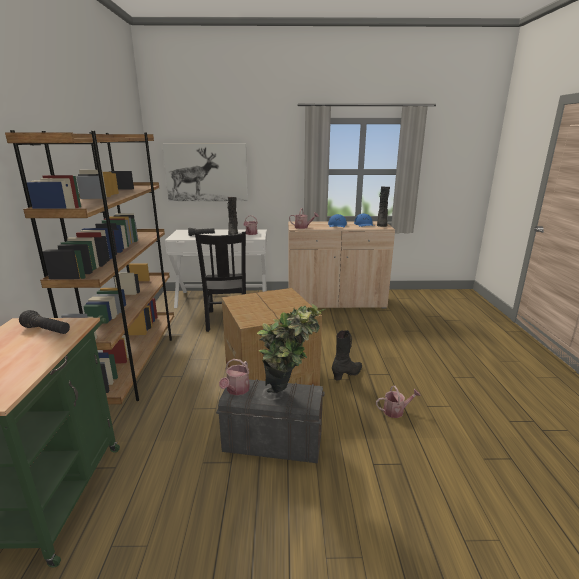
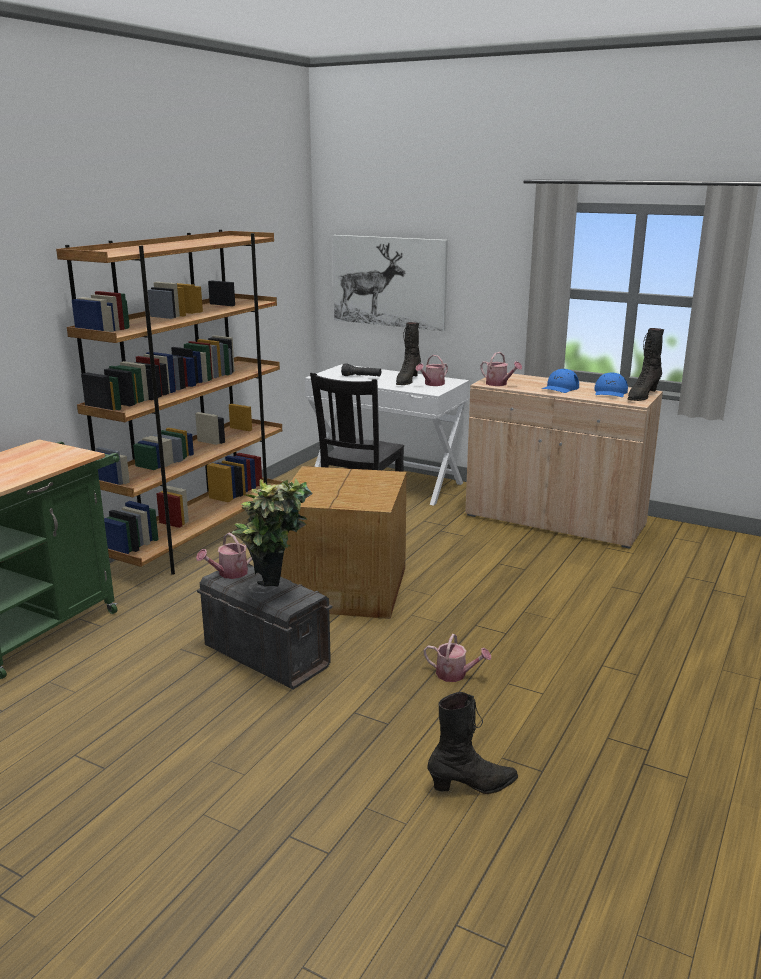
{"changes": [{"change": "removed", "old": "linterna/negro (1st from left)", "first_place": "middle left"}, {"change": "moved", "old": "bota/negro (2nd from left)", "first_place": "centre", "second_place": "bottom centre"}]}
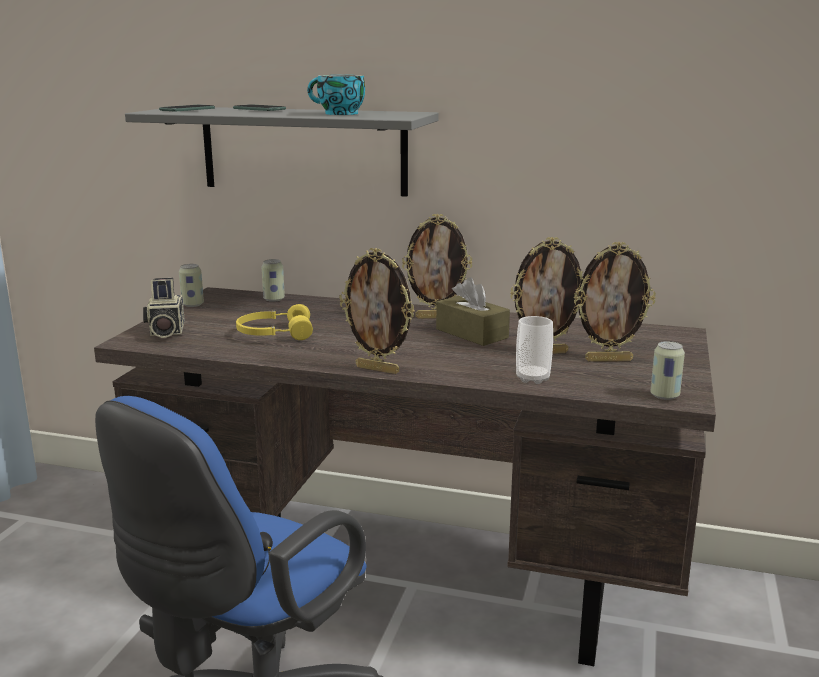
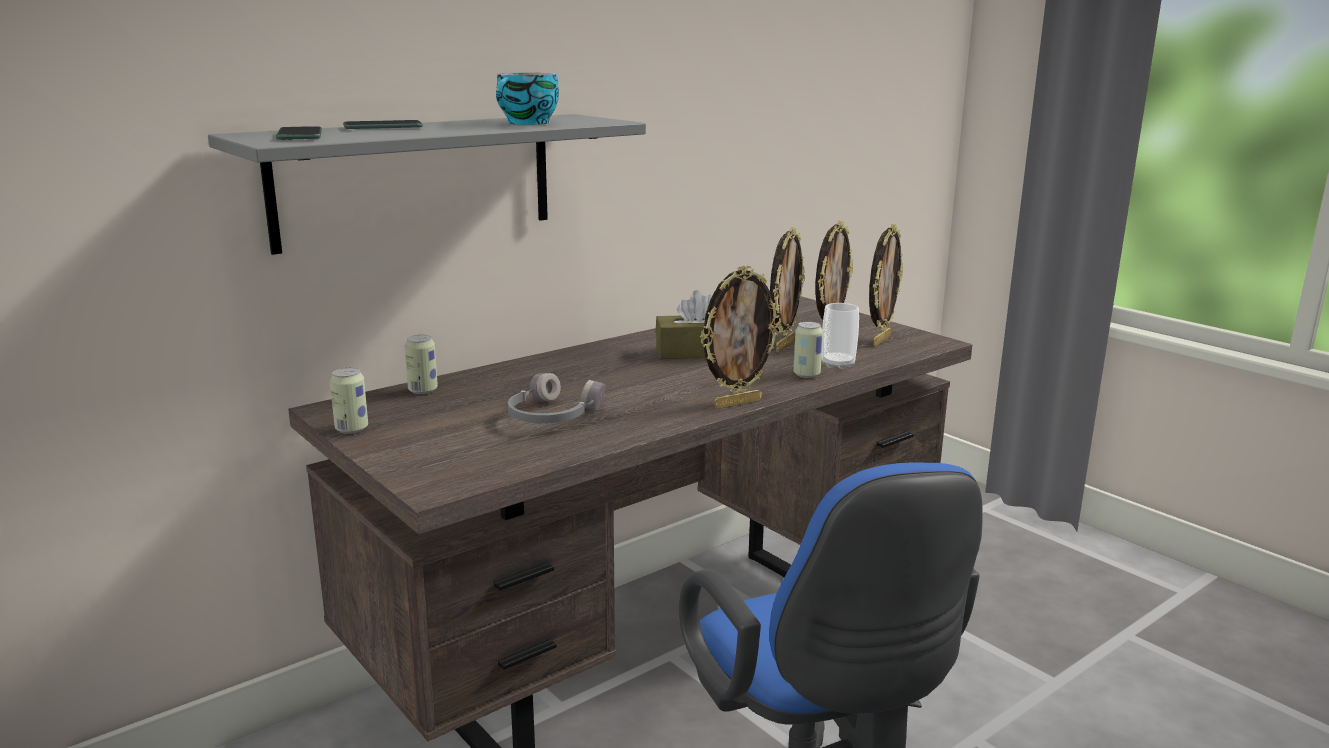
{"changes": [{"change": "moved", "old": "portarretratos (2nd from left in the first image)", "new": "portarretratos (4th from left)", "first_place": "centre", "second_place": "middle right"}, {"change": "removed", "old": "cámara", "first_place": "middle left"}, {"change": "recoloured", "old": "auriculares/amarillo", "new": "auriculares/gris", "first_place": "centre", "second_place": "centre"}, {"change": "moved", "old": "lata (3rd from left)", "first_place": "middle right", "second_place": "centre"}]}
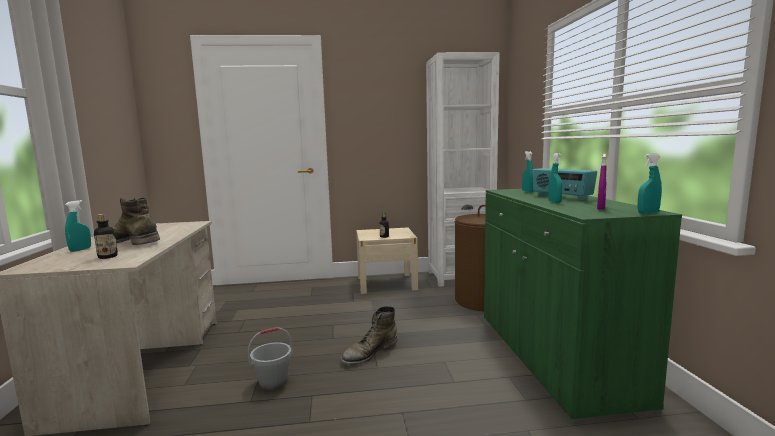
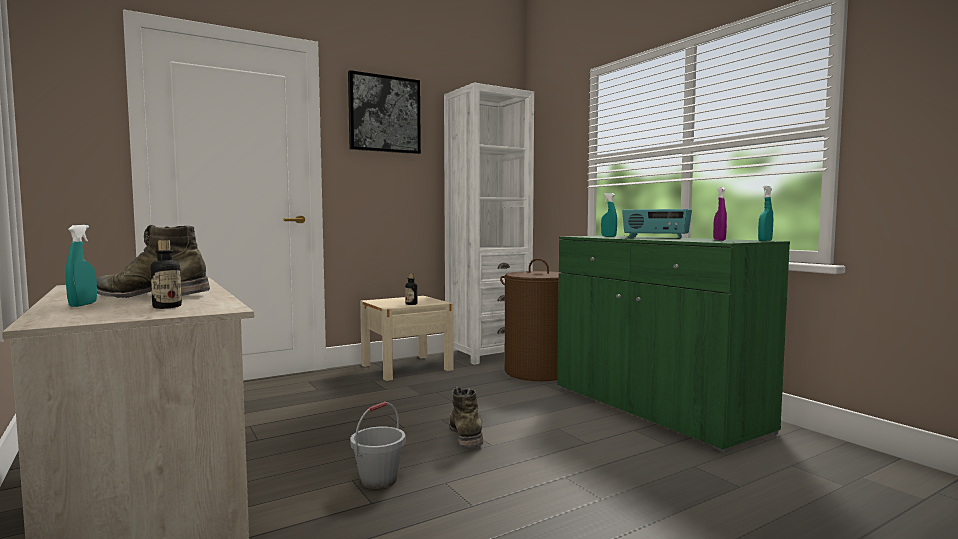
{"changes": [{"change": "removed", "old": "pulverizador/turquesa (3rd from left)", "first_place": "middle right"}, {"change": "turned", "old": "bota/verde (2nd from left)", "first_place": "bottom centre", "second_place": "bottom centre", "degrees": 150}, {"change": "added", "new": "cuadro", "second_place": "top centre"}]}
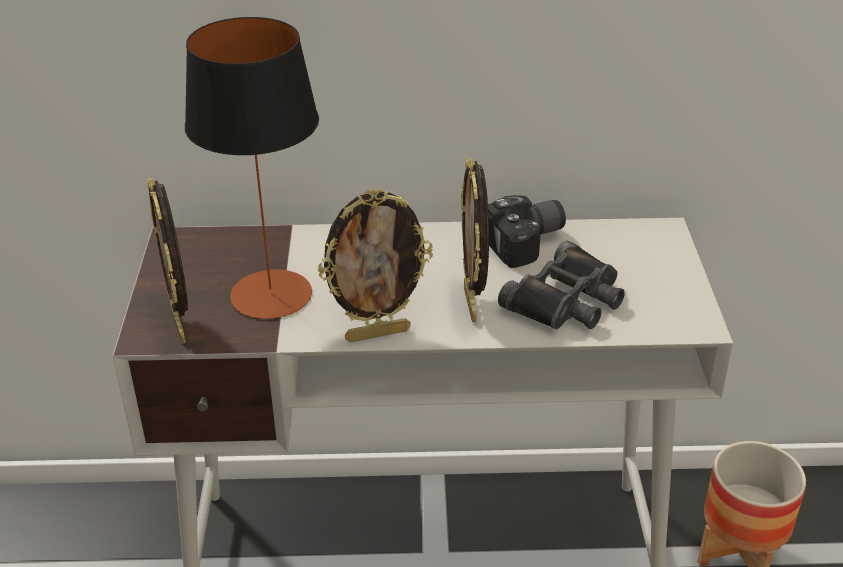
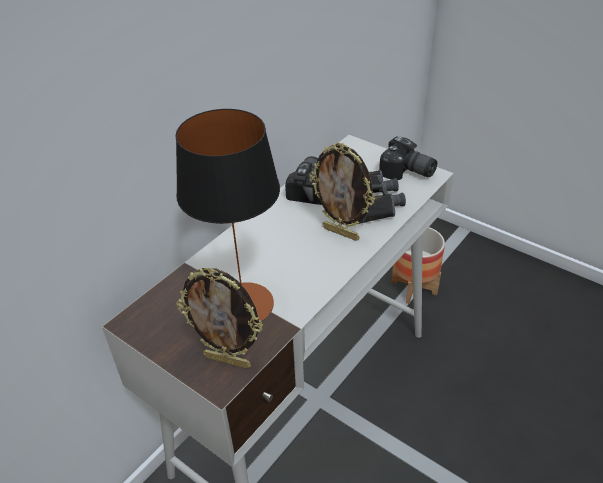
{"changes": [{"change": "removed", "old": "portarretratos (2nd from left)", "first_place": "centre"}, {"change": "added", "new": "cámara (2nd from left)", "second_place": "top right"}]}
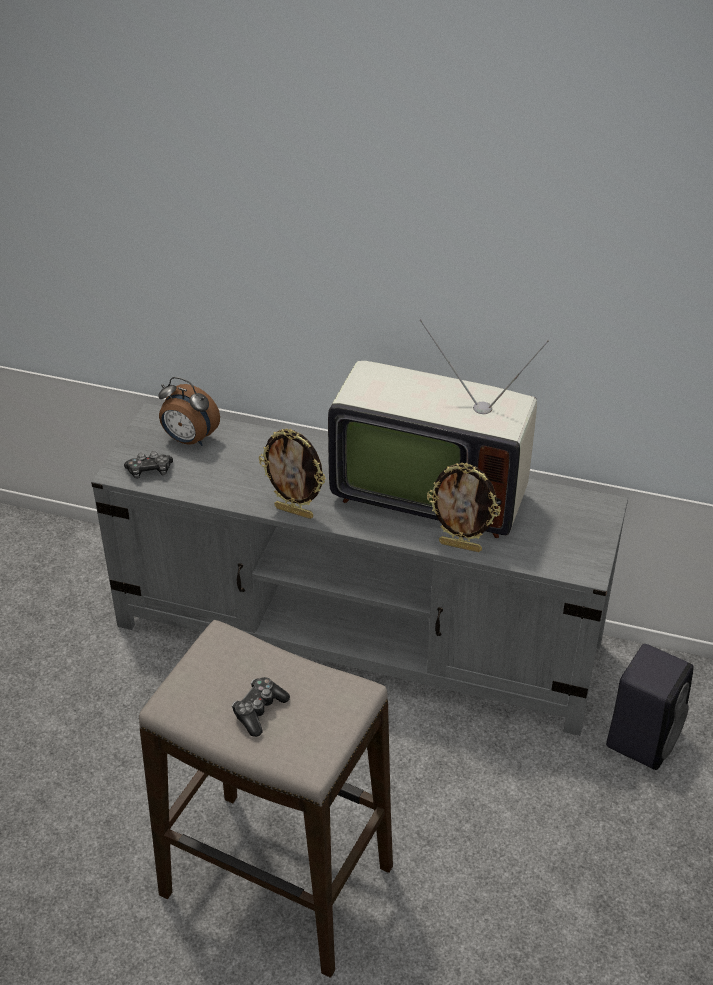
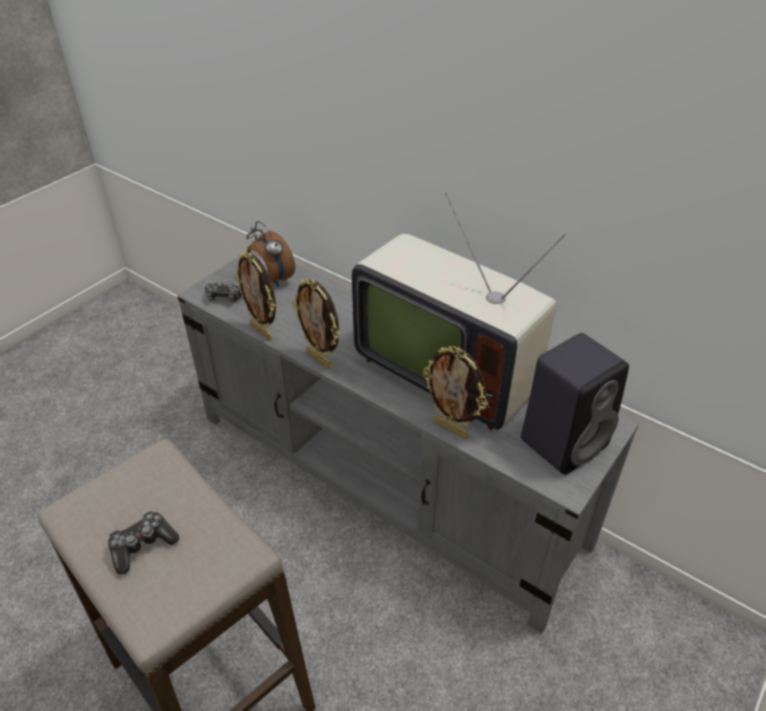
{"changes": [{"change": "moved", "old": "altavoz/negro", "first_place": "bottom right", "second_place": "middle right"}, {"change": "added", "new": "portarretratos (1st from left)", "second_place": "middle left"}]}
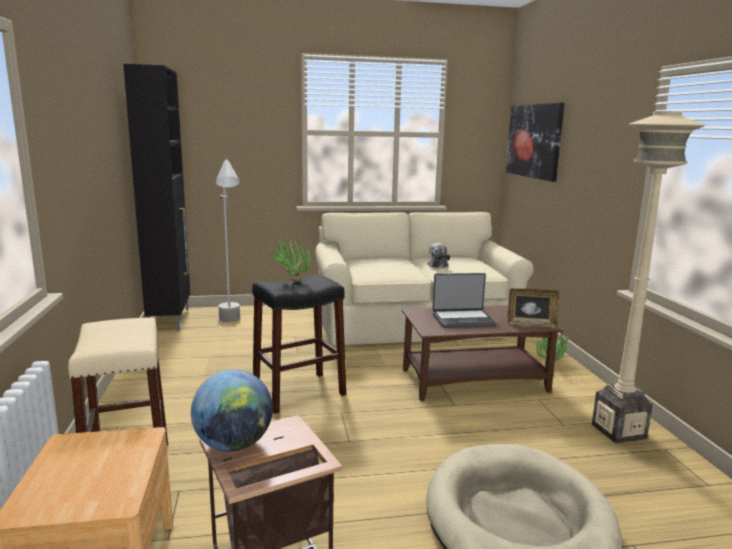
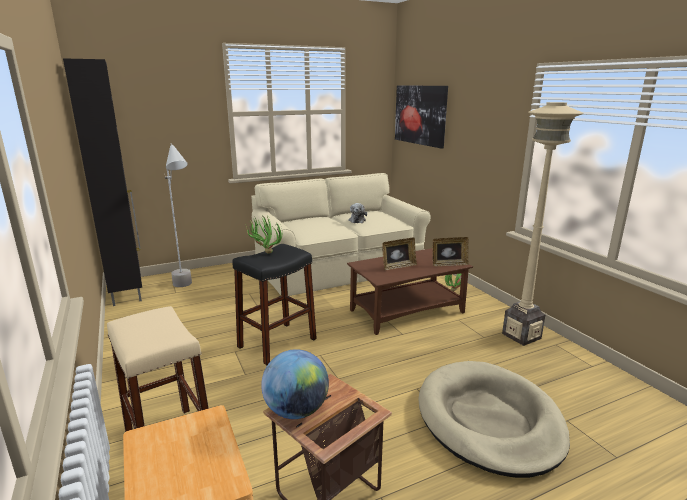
{"changes": [{"change": "replaced", "old": "portátil", "new": "portarretratos (1st from left)", "first_place": "centre", "second_place": "centre"}]}
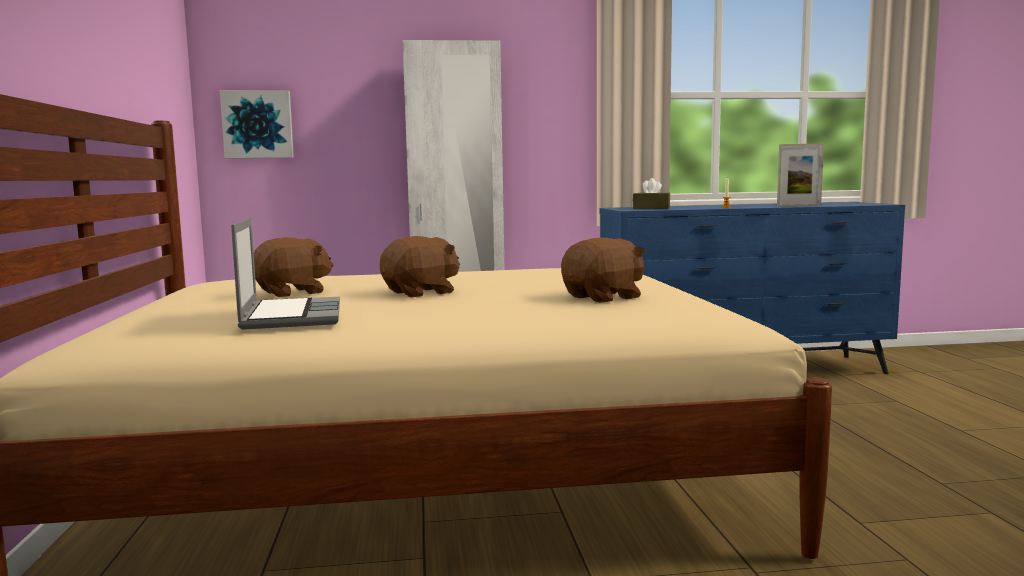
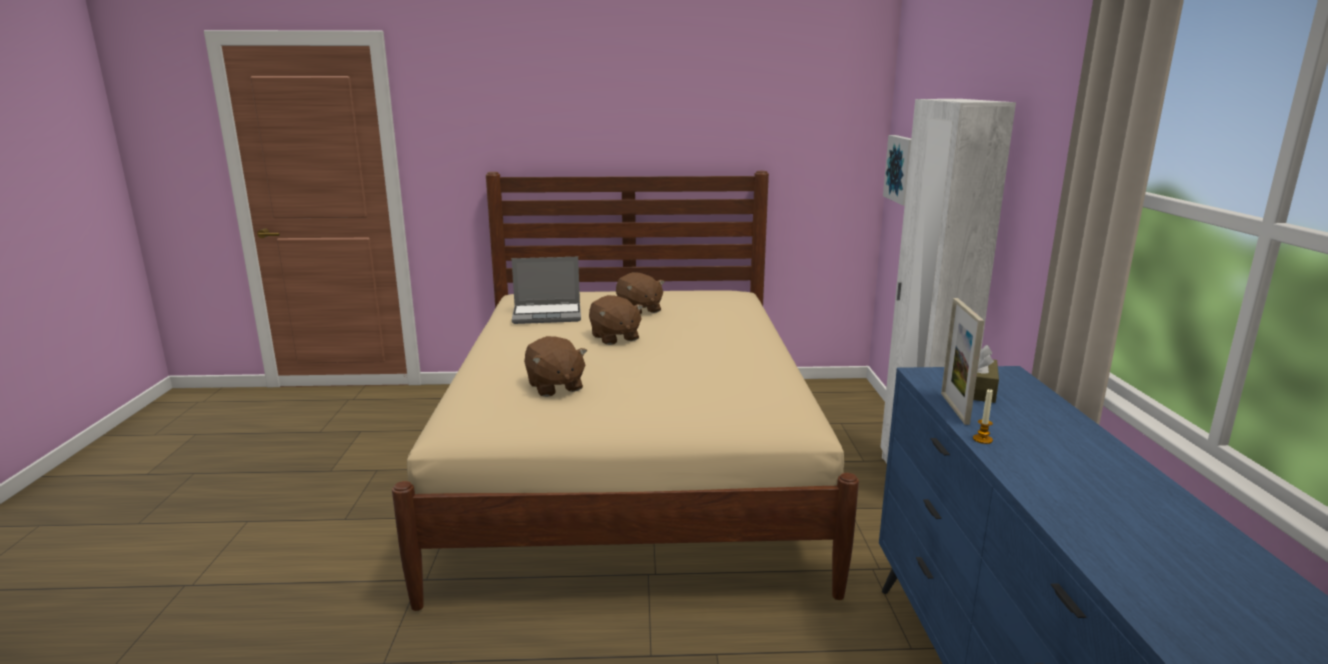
{"changes": [{"change": "moved", "old": "portarretratos", "first_place": "top right", "second_place": "middle right"}]}
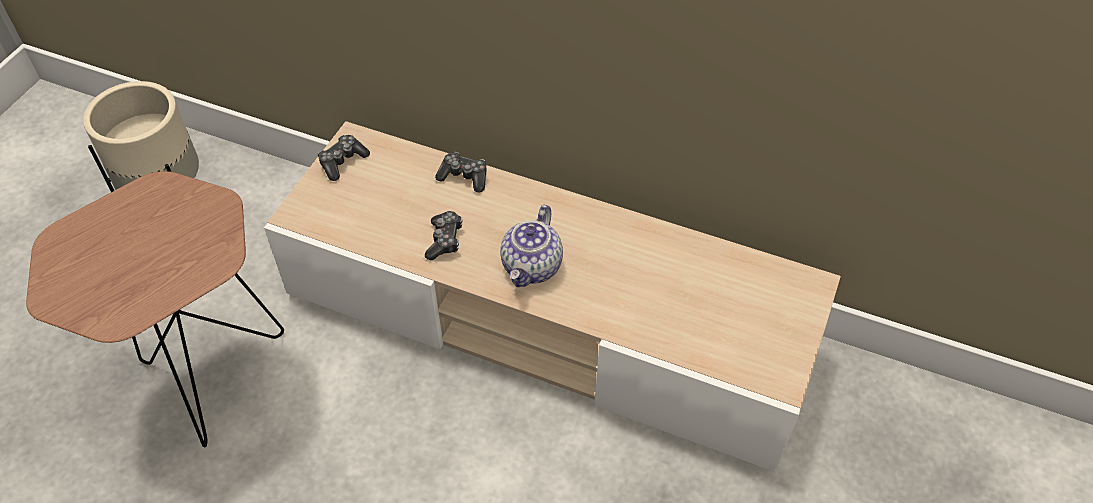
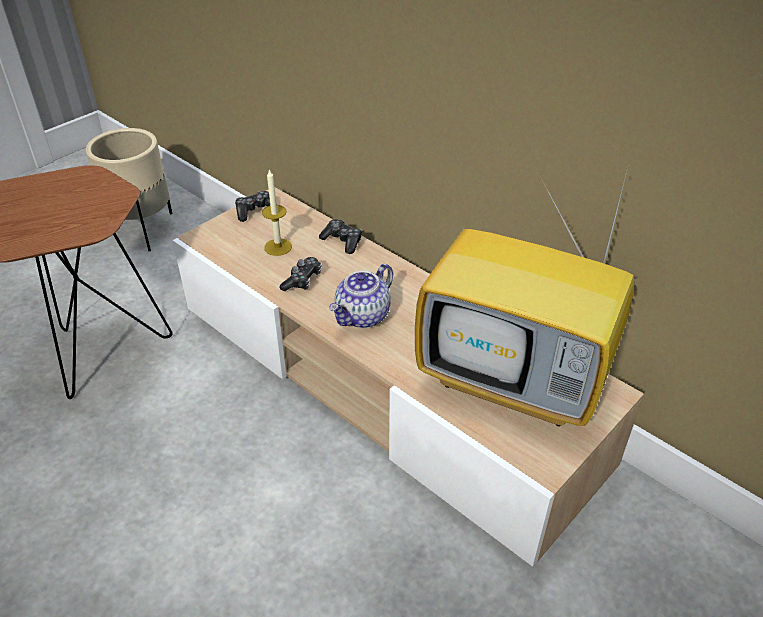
{"changes": [{"change": "added", "new": "televisor", "second_place": "middle right"}, {"change": "added", "new": "vela", "second_place": "centre"}]}
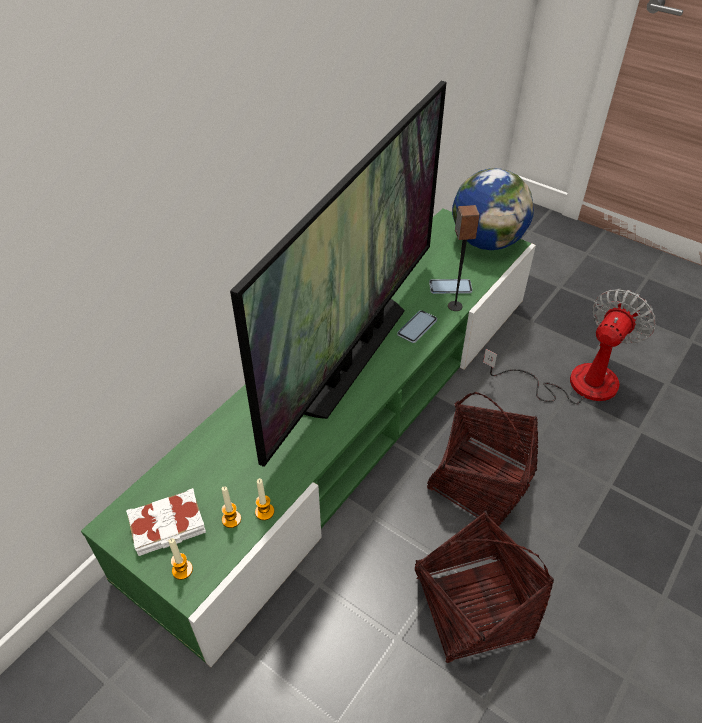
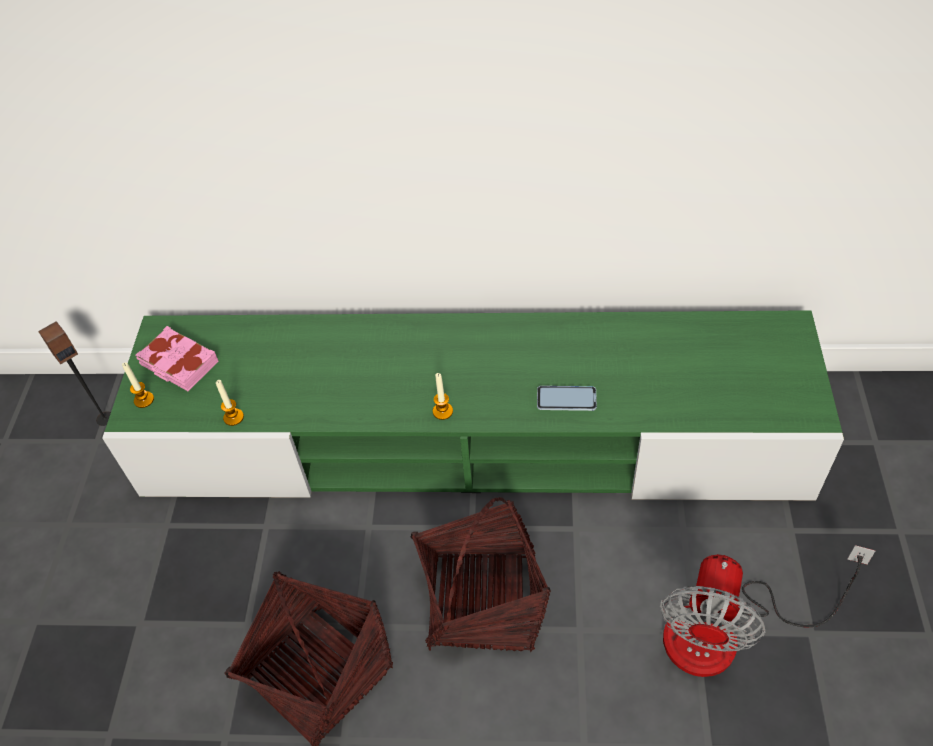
{"changes": [{"change": "removed", "old": "televisor", "first_place": "centre"}, {"change": "removed", "old": "globo terráqueo", "first_place": "top right"}, {"change": "moved", "old": "altavoz", "first_place": "centre", "second_place": "middle left"}, {"change": "removed", "old": "móvil (2nd from left)", "first_place": "centre"}, {"change": "turned", "old": "ventilador", "first_place": "middle right", "second_place": "bottom right", "degrees": 105}, {"change": "moved", "old": "vela (2nd from left in the first image)", "new": "vela (3rd from left)", "first_place": "bottom left", "second_place": "centre"}, {"change": "recoloured", "old": "libro/blanco", "new": "libro/rosa", "first_place": "bottom left", "second_place": "middle left"}]}
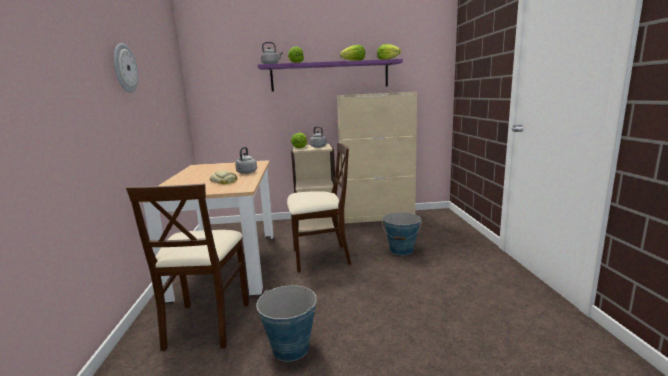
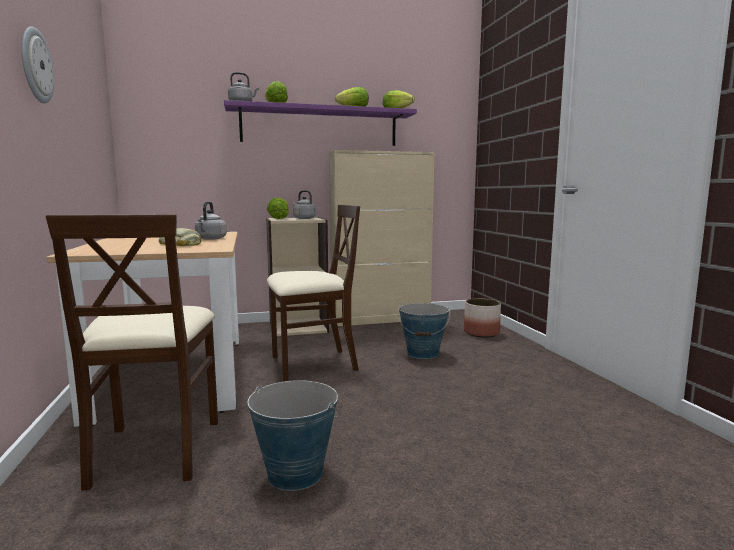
{"changes": [{"change": "added", "new": "maceta", "second_place": "centre"}]}
